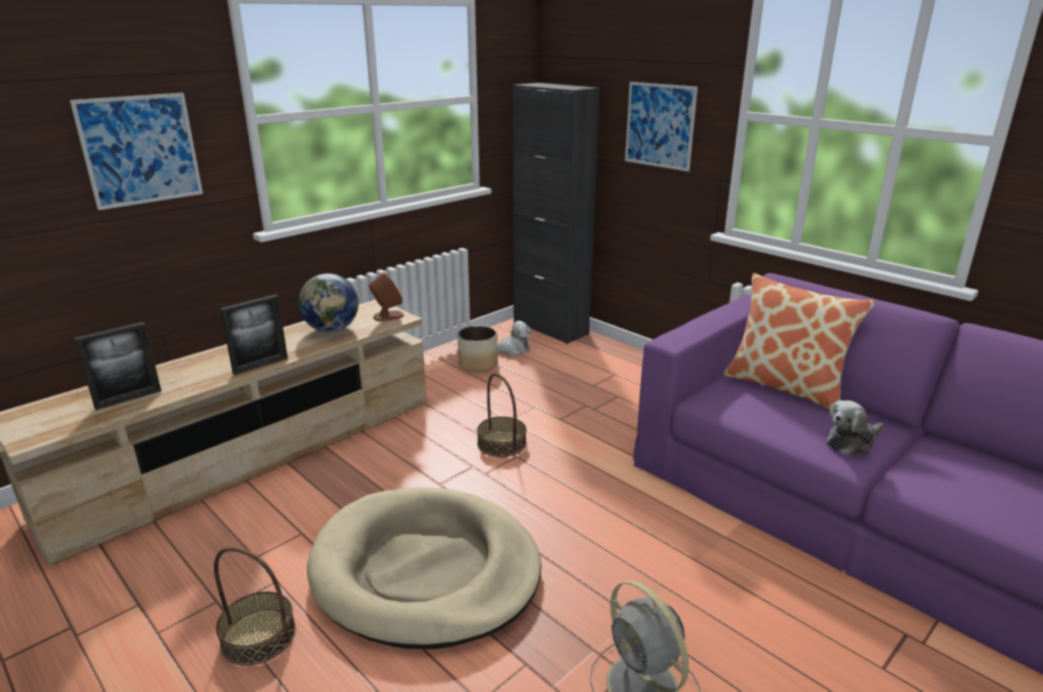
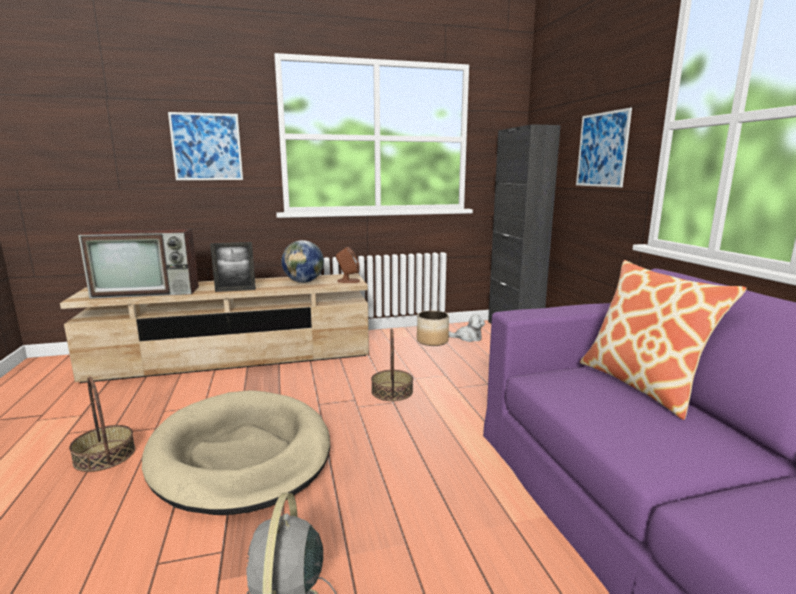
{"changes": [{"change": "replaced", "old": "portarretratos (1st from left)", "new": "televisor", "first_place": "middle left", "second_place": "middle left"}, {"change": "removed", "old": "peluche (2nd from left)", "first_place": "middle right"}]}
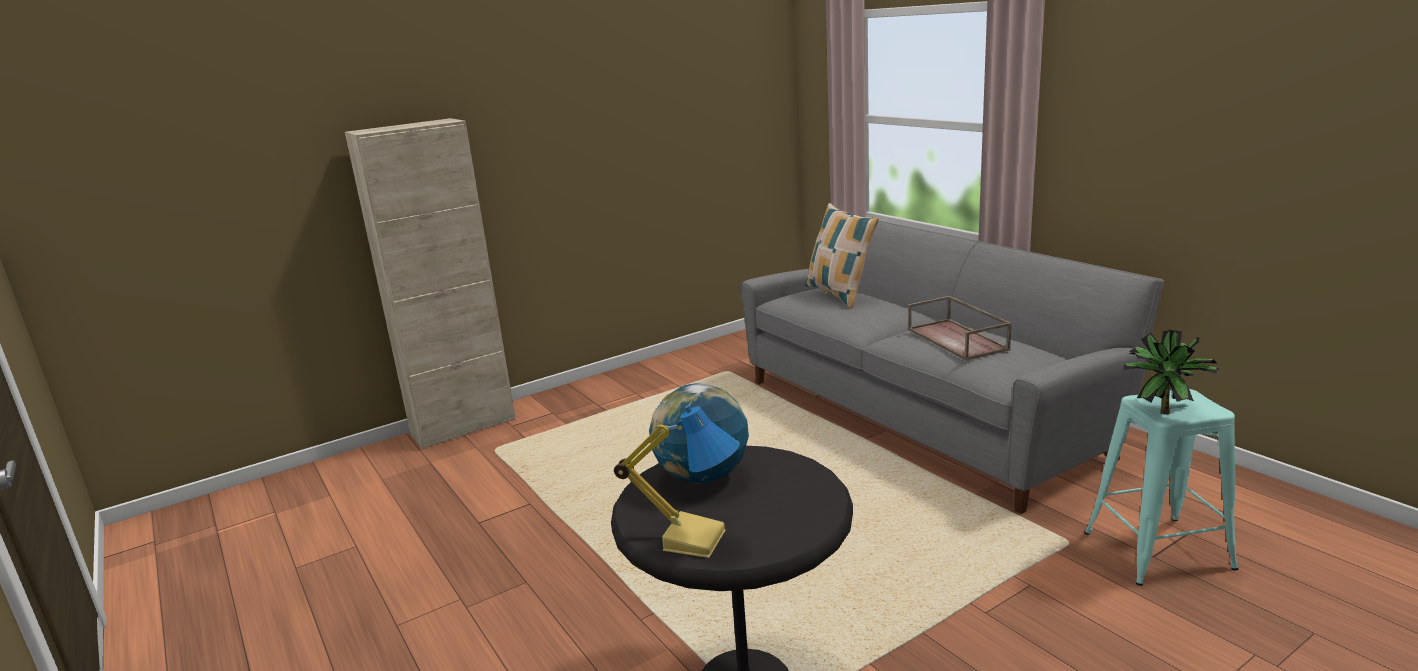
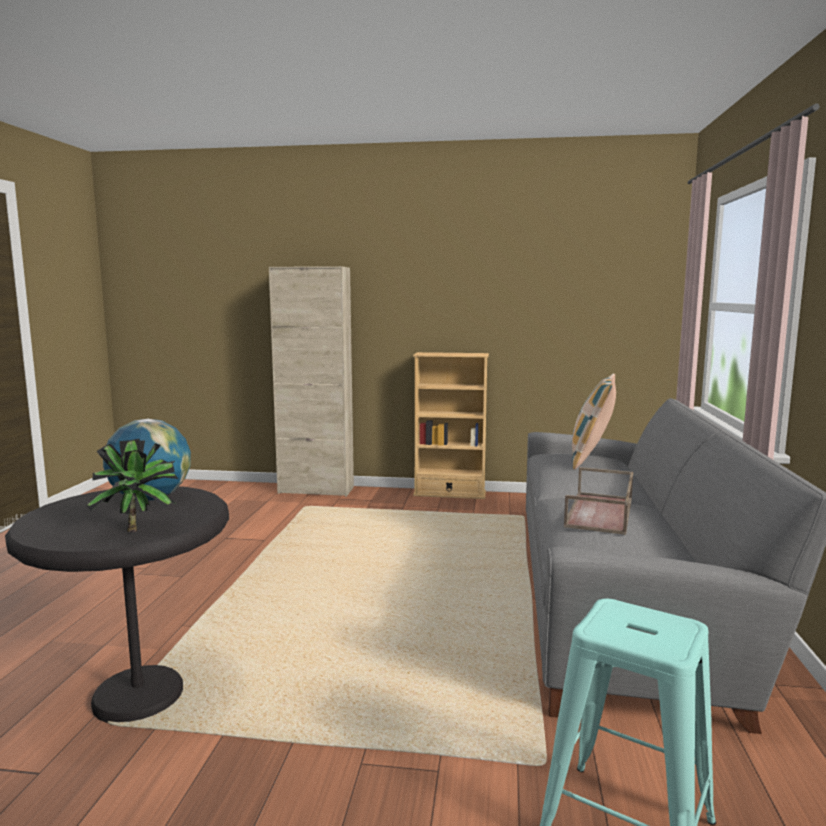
{"changes": [{"change": "moved", "old": "planta en maceta", "first_place": "middle right", "second_place": "middle left"}, {"change": "removed", "old": "lámpara de mesa", "first_place": "bottom centre"}, {"change": "added", "new": "estantería/beis", "second_place": "centre"}]}
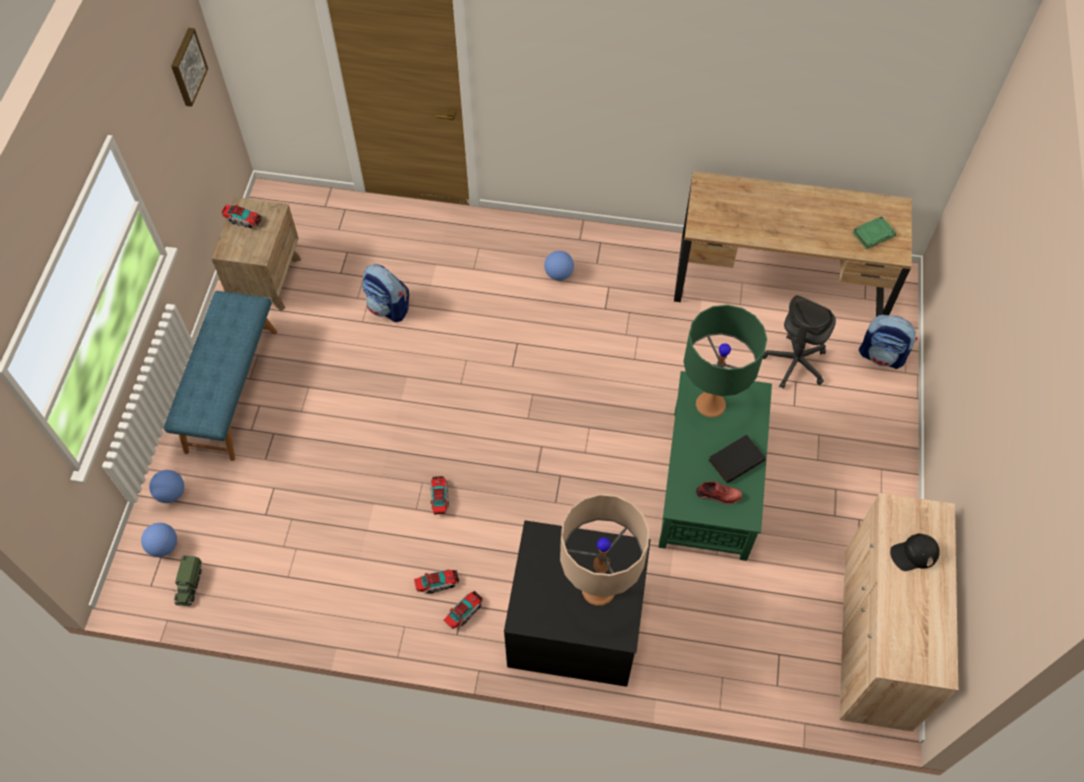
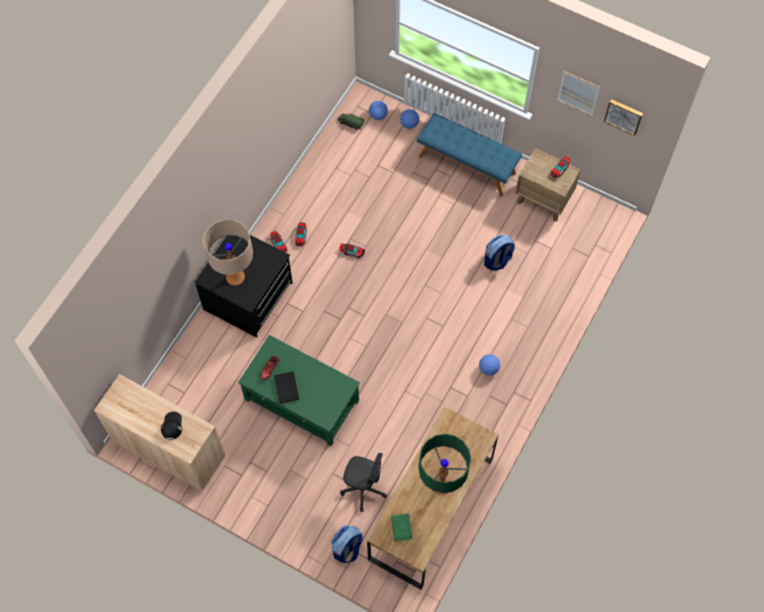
{"changes": [{"change": "turned", "old": "silla de oficina/gris", "first_place": "middle right", "second_place": "bottom centre", "degrees": 150}, {"change": "moved", "old": "lámpara de mesa/verde", "first_place": "middle right", "second_place": "bottom centre"}, {"change": "added", "new": "cuadro (1st from left)", "second_place": "top right"}]}
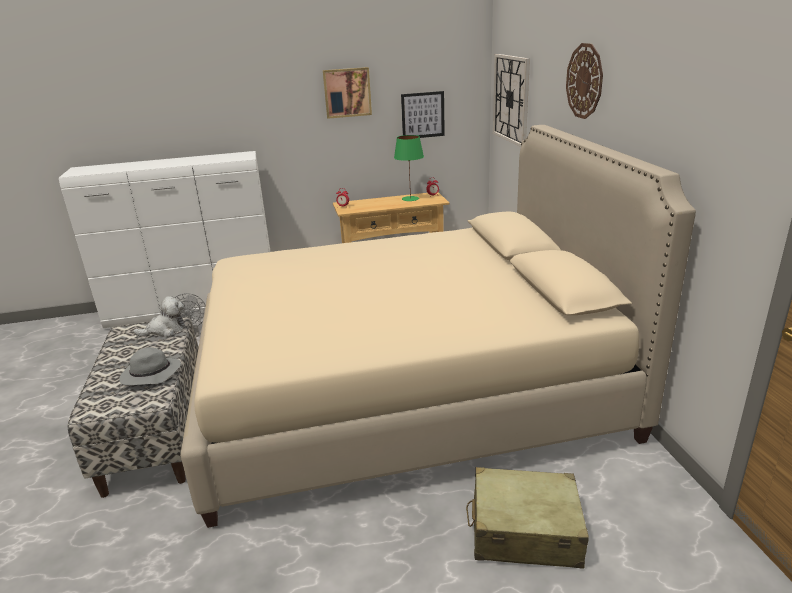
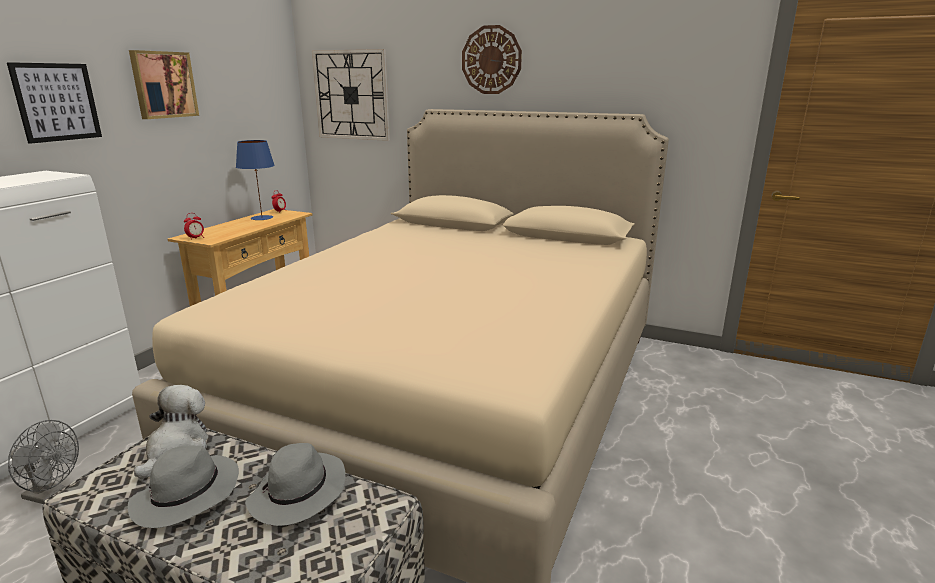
{"changes": [{"change": "moved", "old": "cuadro (2nd from left in the first image)", "new": "cuadro (1st from left)", "first_place": "top centre", "second_place": "top left"}, {"change": "recoloured", "old": "lámpara de mesa/verde", "new": "lámpara de mesa/azul", "first_place": "top centre", "second_place": "top left"}, {"change": "removed", "old": "maleta/beis", "first_place": "bottom centre"}, {"change": "added", "new": "sombrero/gris (1st from left)", "second_place": "bottom left"}]}
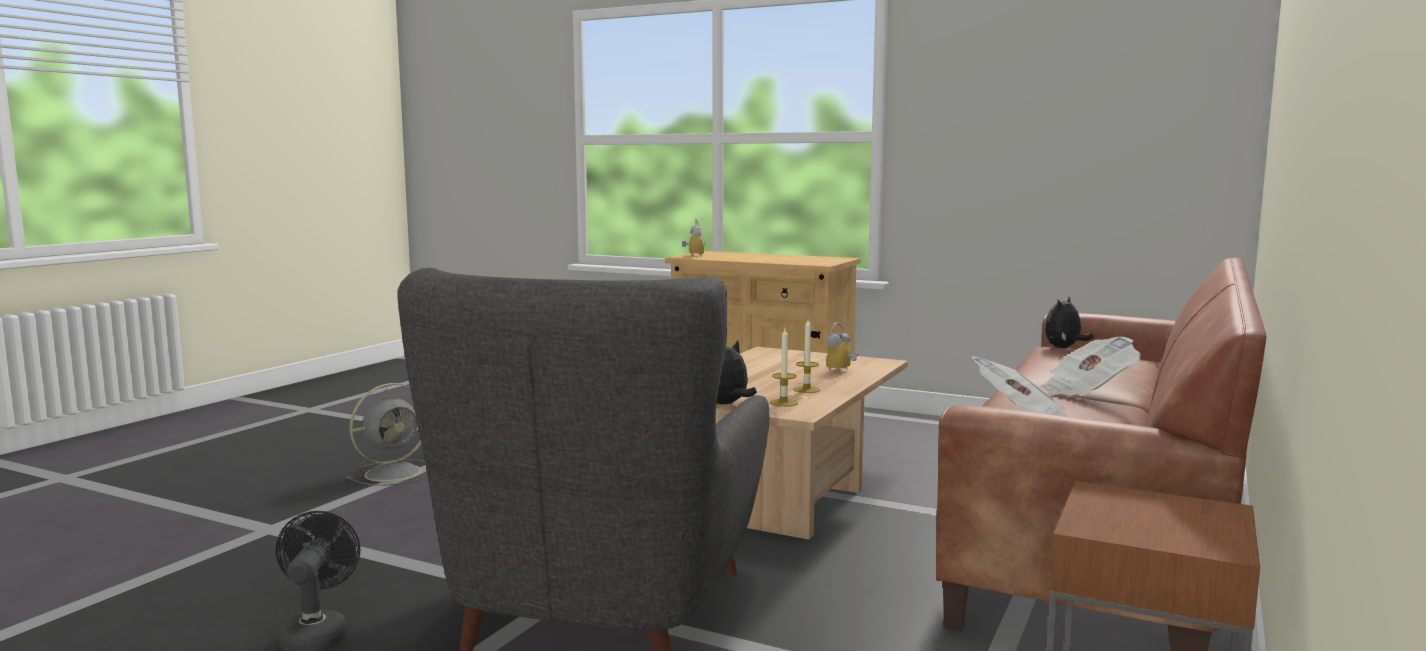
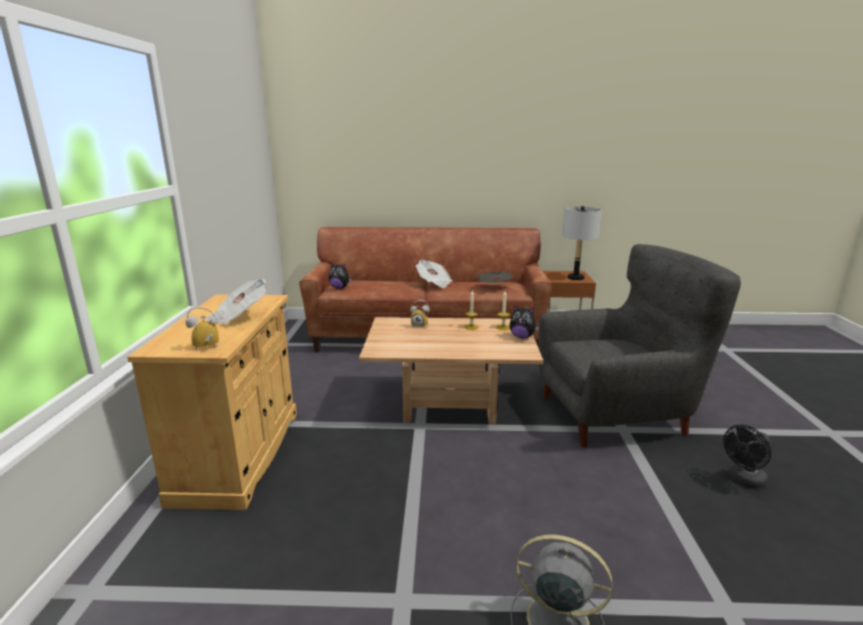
{"changes": [{"change": "added", "new": "lámpara de mesa/gris", "second_place": "middle right"}, {"change": "added", "new": "periódico (1st from left)", "second_place": "middle left"}]}
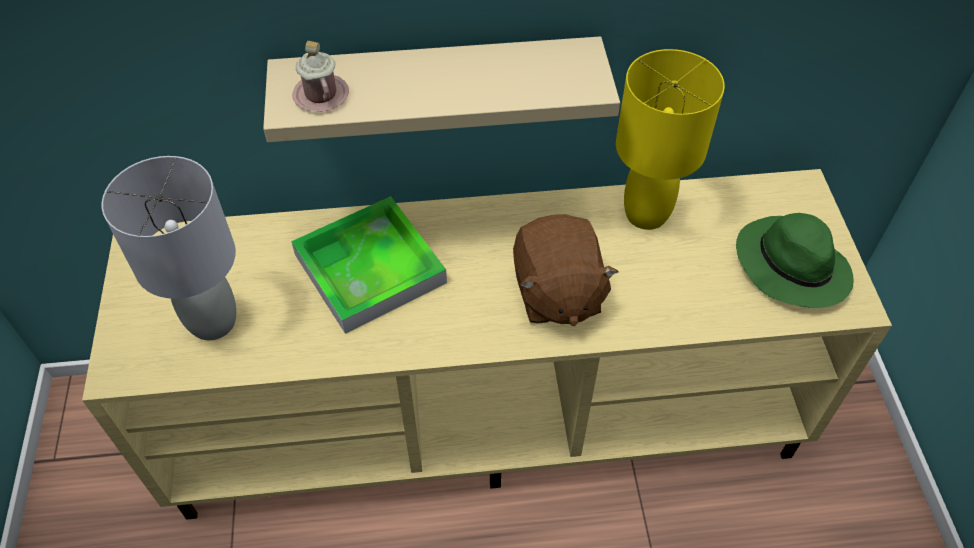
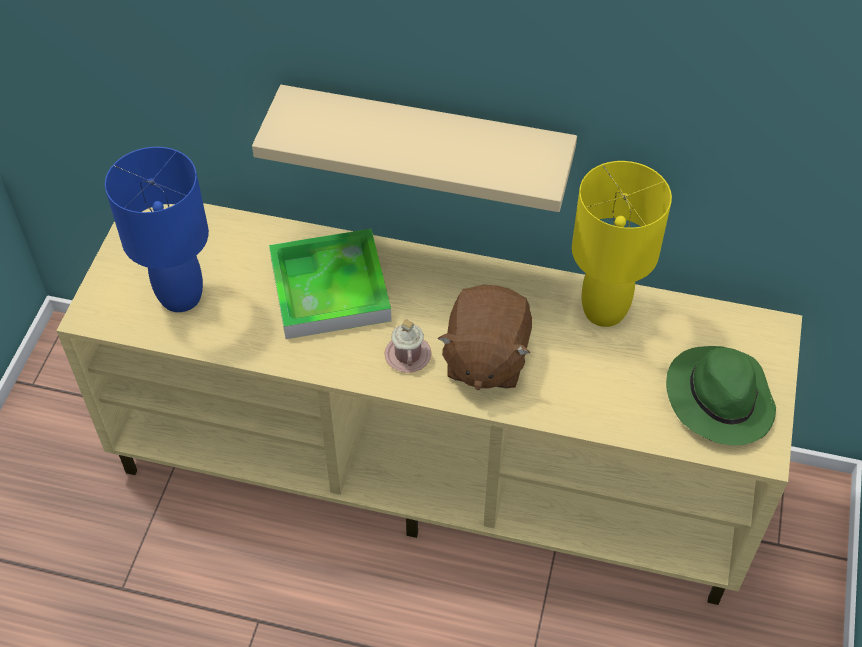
{"changes": [{"change": "moved", "old": "taza grande/rosa", "first_place": "top left", "second_place": "centre"}, {"change": "recoloured", "old": "lámpara de mesa/gris", "new": "lámpara de mesa/azul", "first_place": "middle left", "second_place": "middle left"}]}
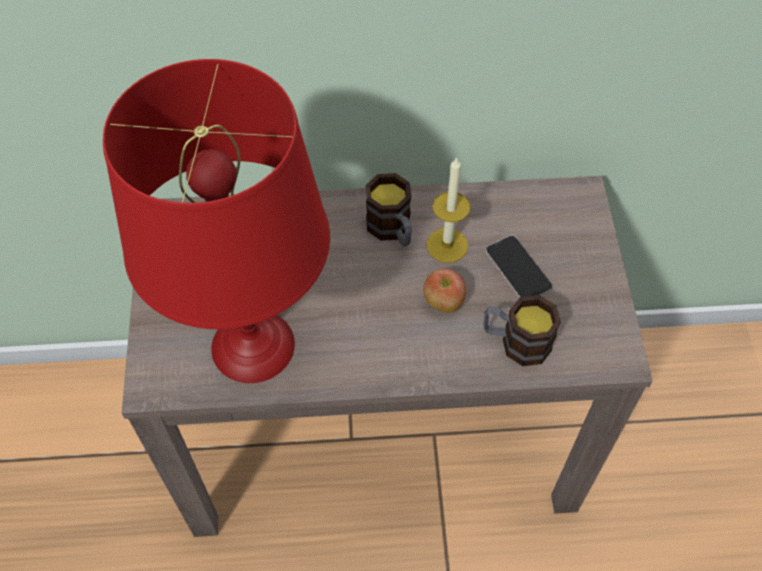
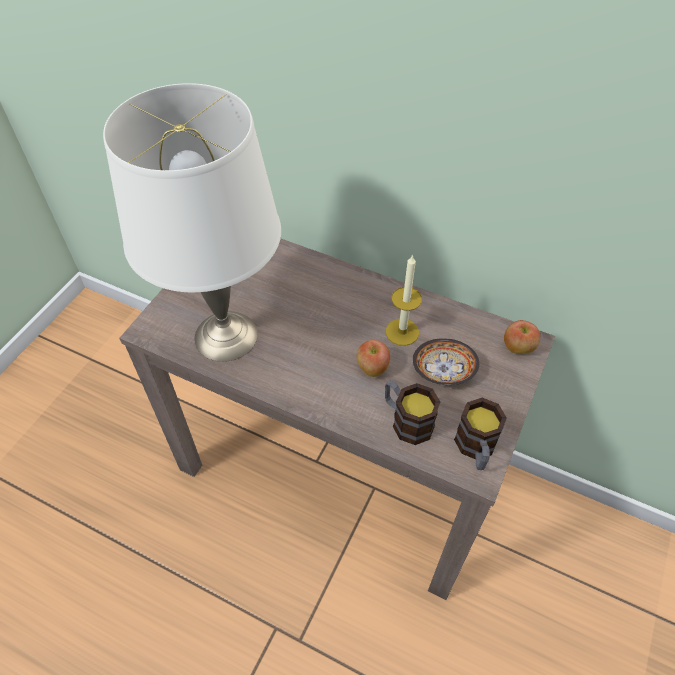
{"changes": [{"change": "recoloured", "old": "lámpara de mesa/rojo", "new": "lámpara de mesa/blanco", "first_place": "middle left", "second_place": "top left"}, {"change": "moved", "old": "taza grande (1st from left in the first image)", "new": "taza grande (2nd from left)", "first_place": "centre", "second_place": "middle right"}, {"change": "replaced", "old": "móvil", "new": "cuenco", "first_place": "middle right", "second_place": "centre"}, {"change": "added", "new": "manzana (2nd from left)", "second_place": "middle right"}]}
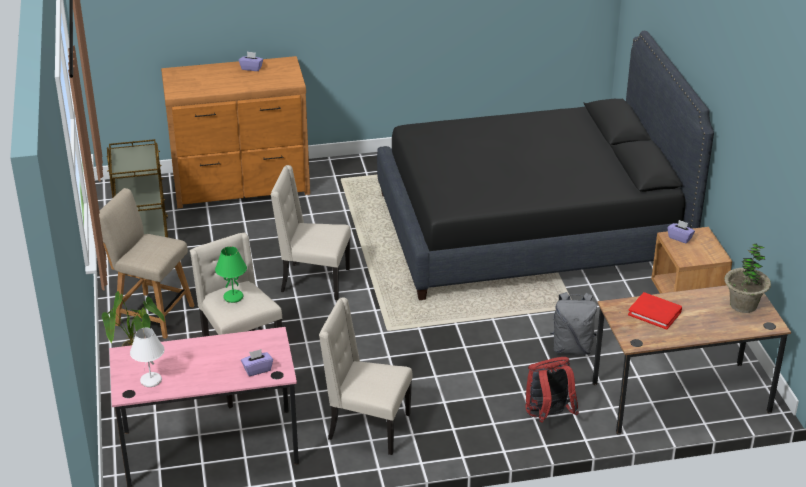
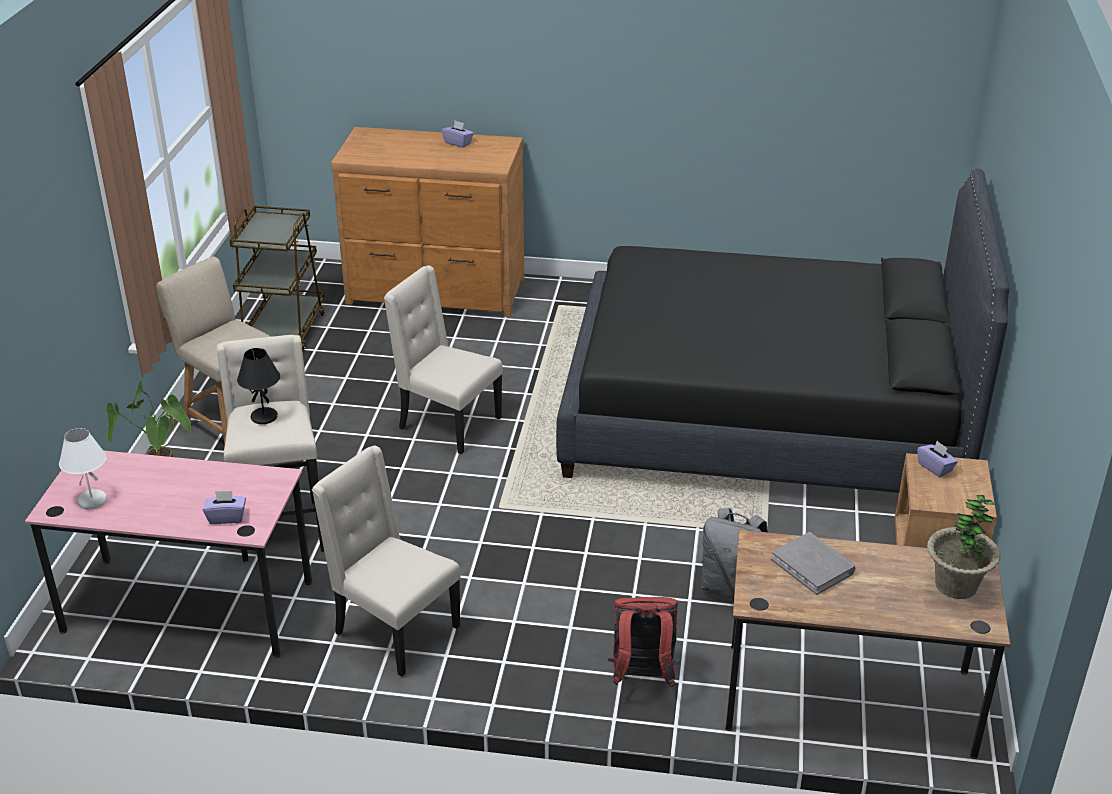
{"changes": [{"change": "recoloured", "old": "lámpara de mesa/verde", "new": "lámpara de mesa/negro", "first_place": "middle left", "second_place": "middle left"}, {"change": "recoloured", "old": "libro/rojo", "new": "libro/gris", "first_place": "middle right", "second_place": "bottom right"}]}
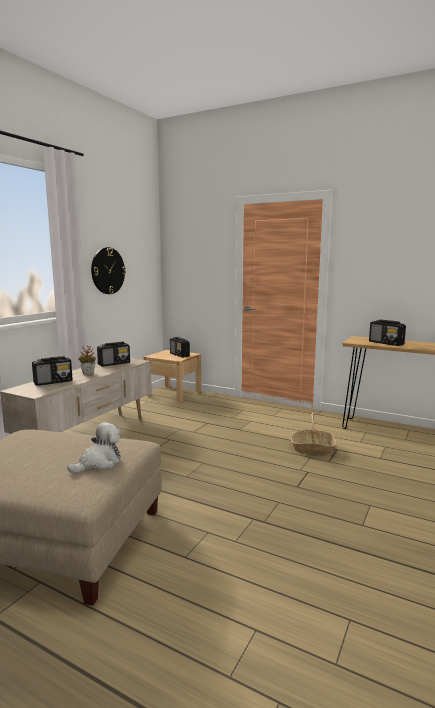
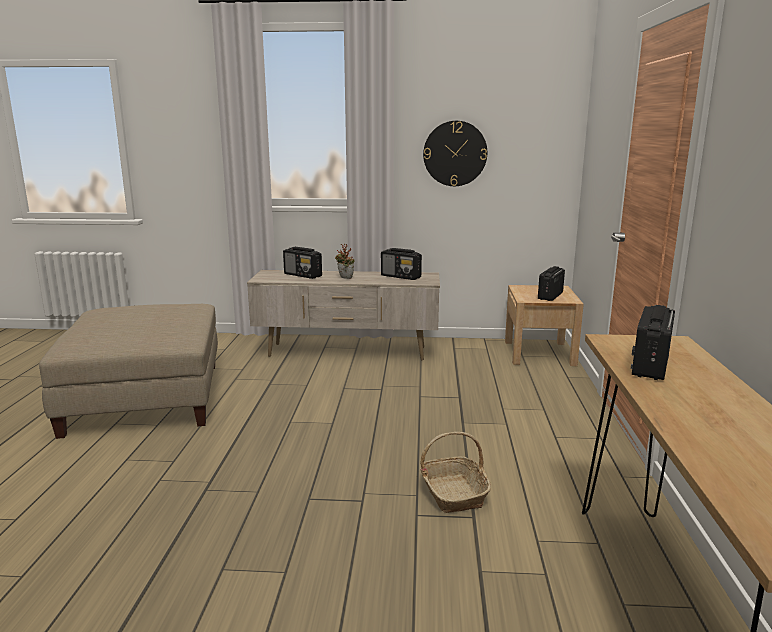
{"changes": [{"change": "removed", "old": "peluche", "first_place": "middle left"}]}
